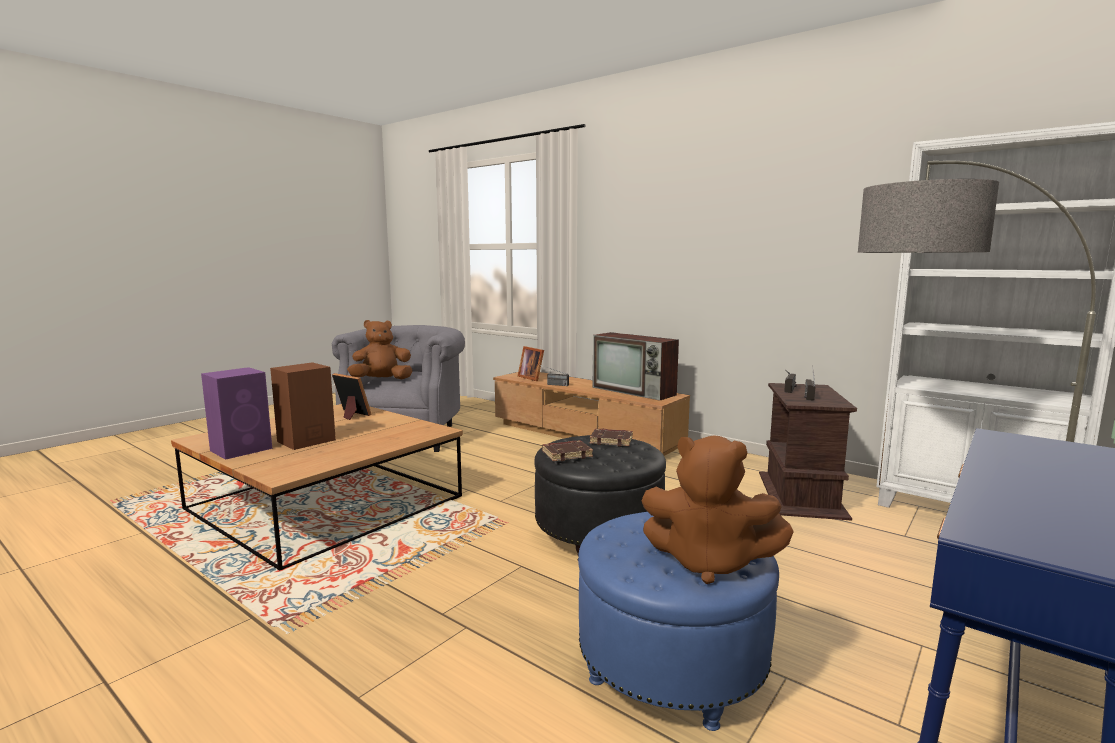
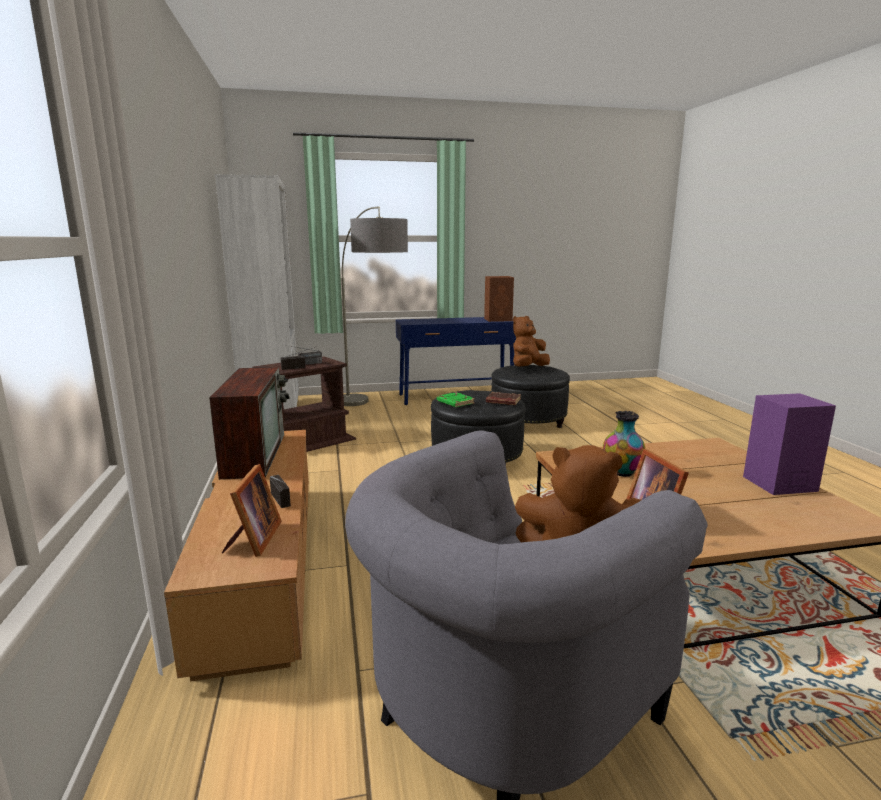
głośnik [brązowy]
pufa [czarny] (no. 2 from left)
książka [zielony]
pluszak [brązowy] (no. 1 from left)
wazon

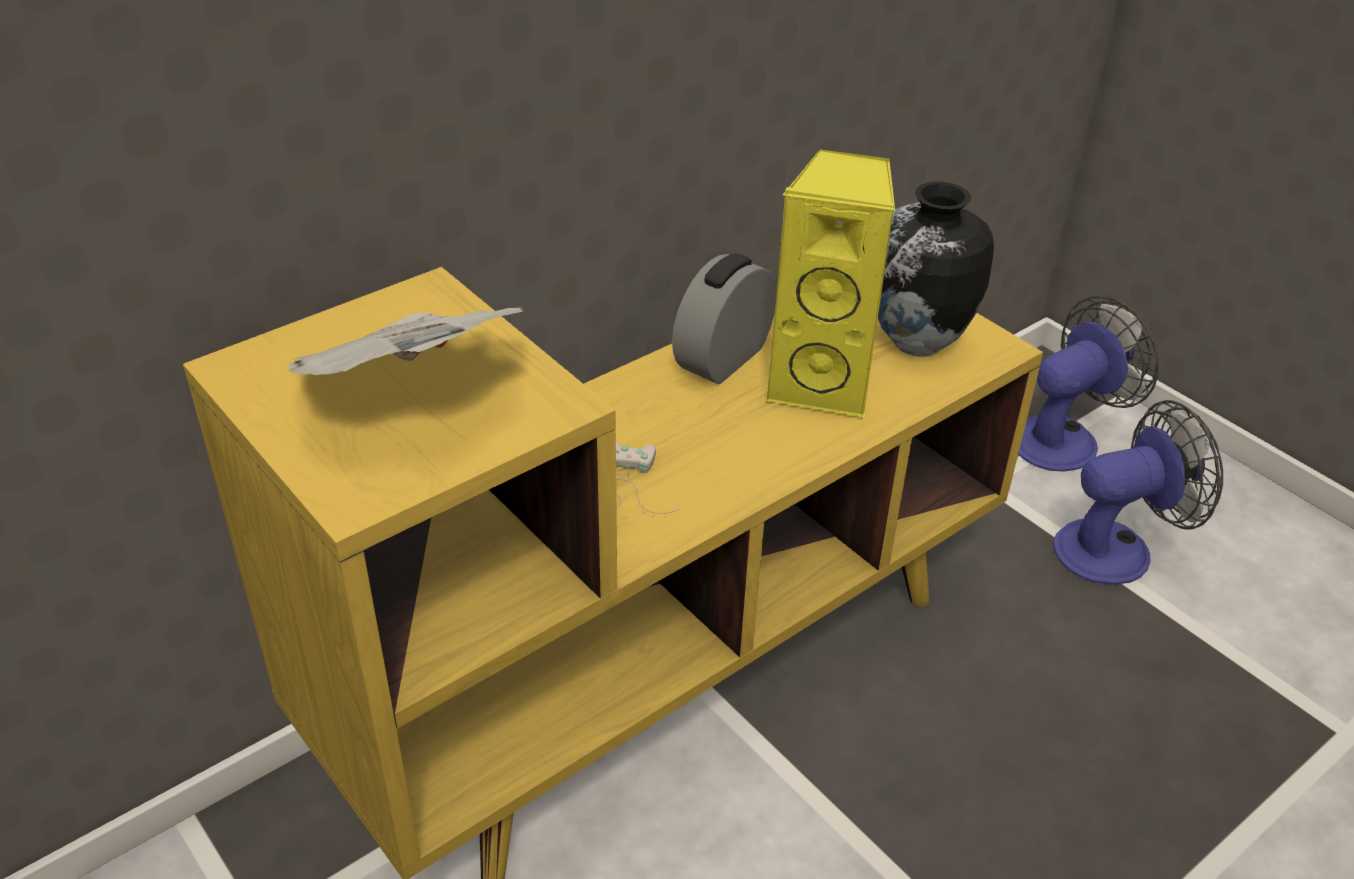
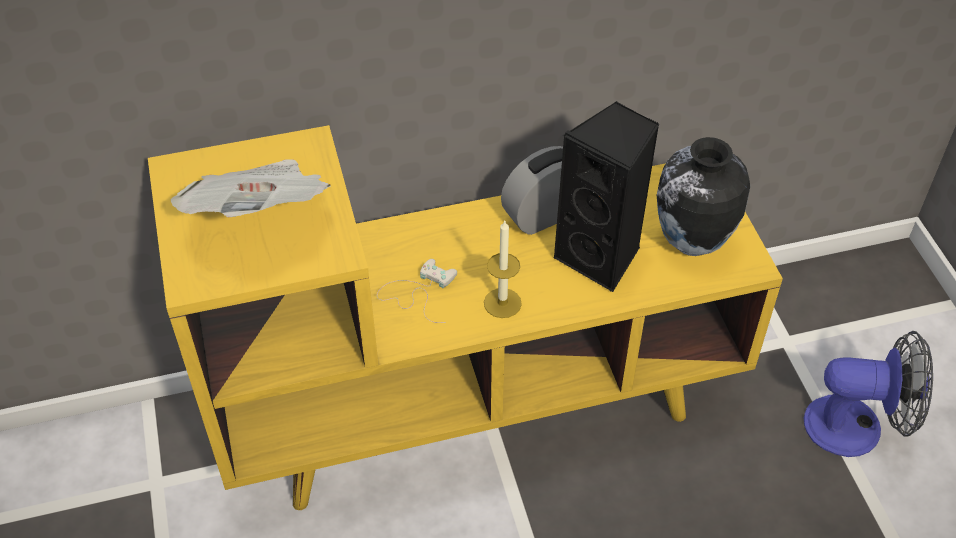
głośnik [czarny]
wentylator (no. 1 from left in the first image)
świeca

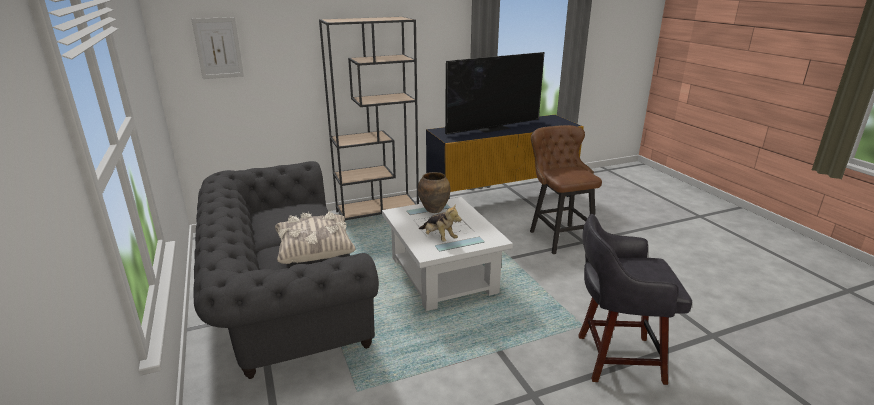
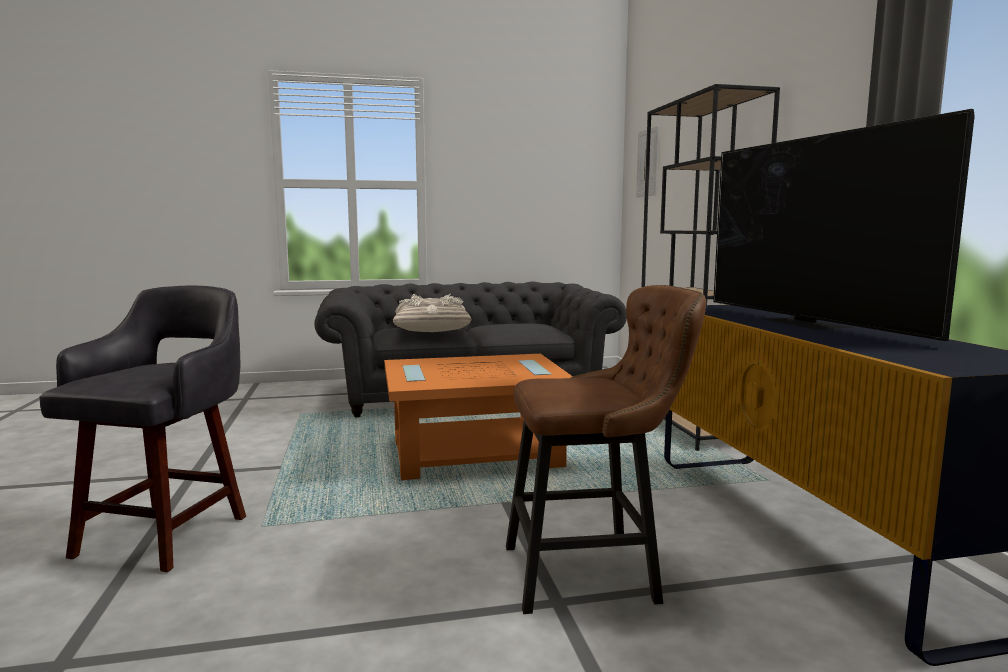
ława [pomarańczowy]
wazon [brązowy]
pluszak

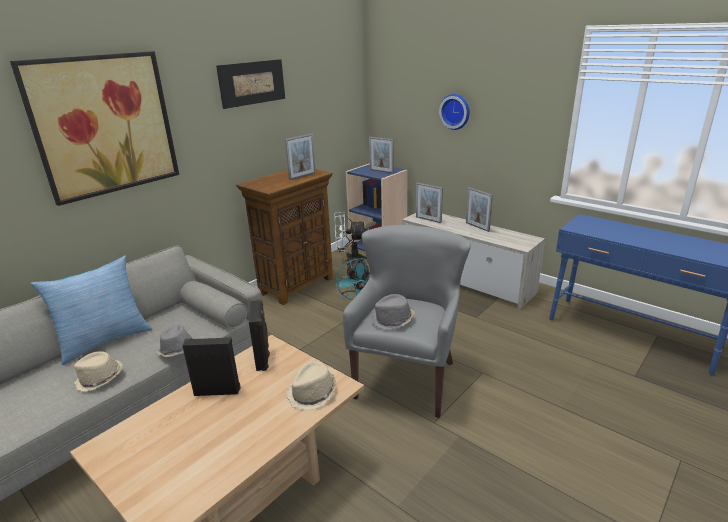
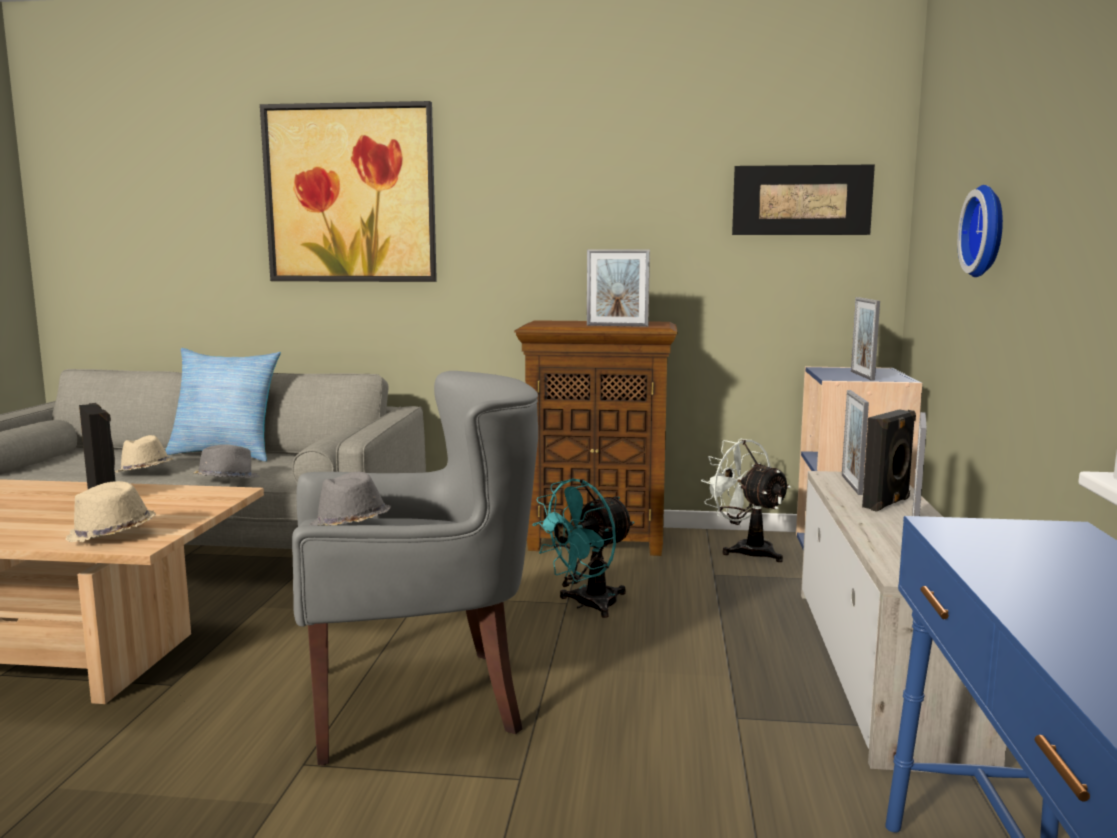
obraz (no. 2 from left)
głośnik [czarny] (no. 2 from left)

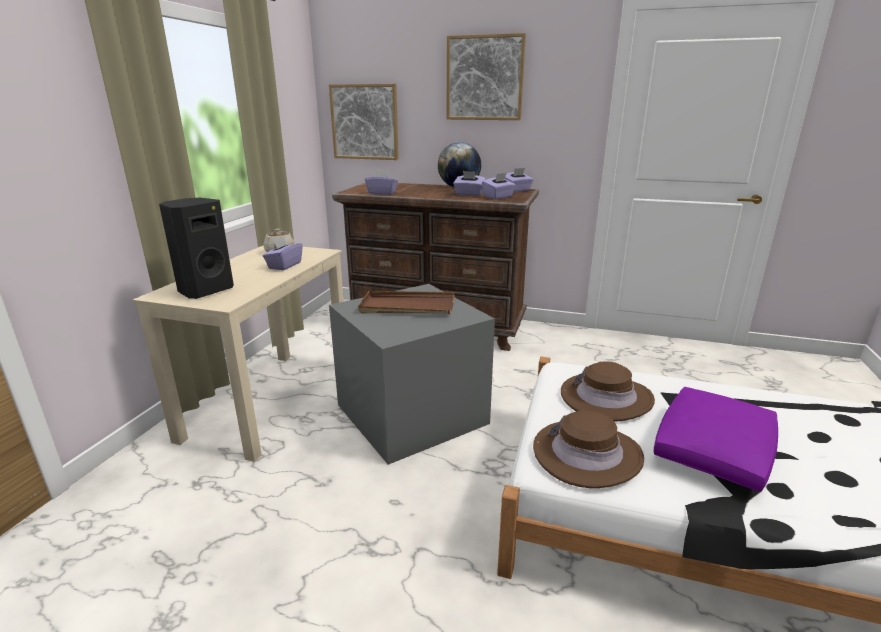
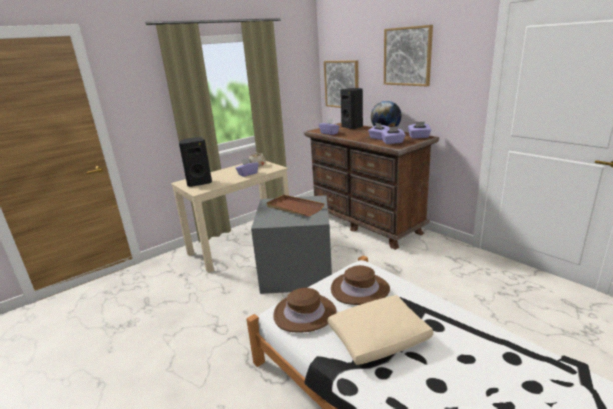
poduszka [beżowy]
głośnik [czarny] (no. 2 from left)

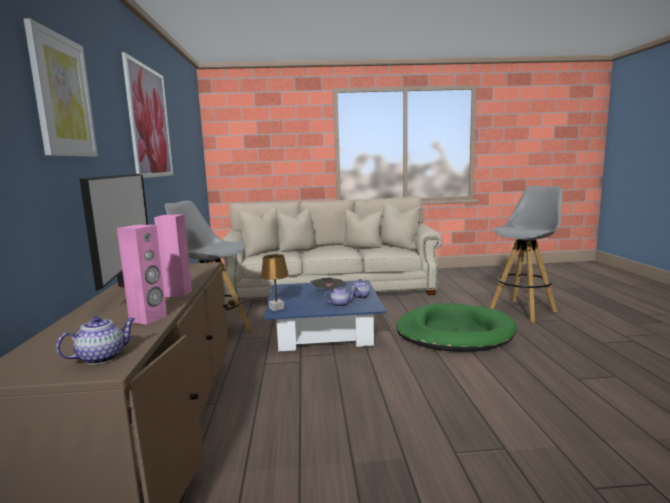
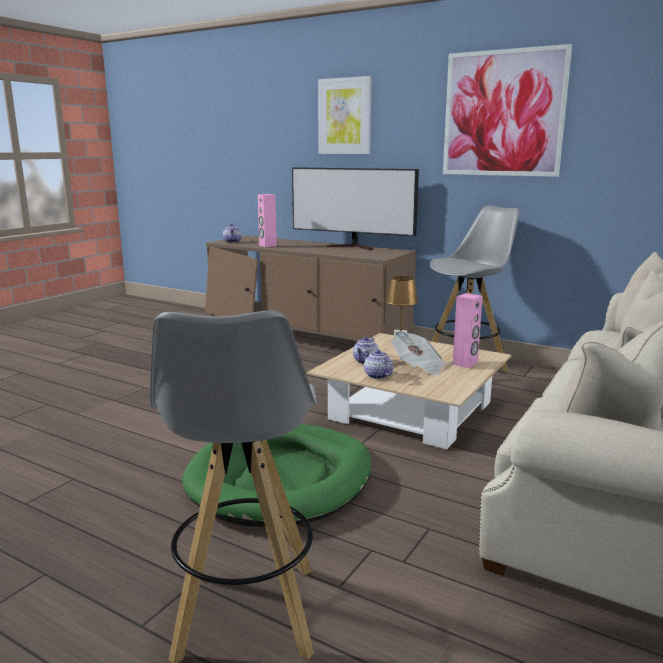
głośnik [różowy] (no. 2 from left)
ława [beżowy]

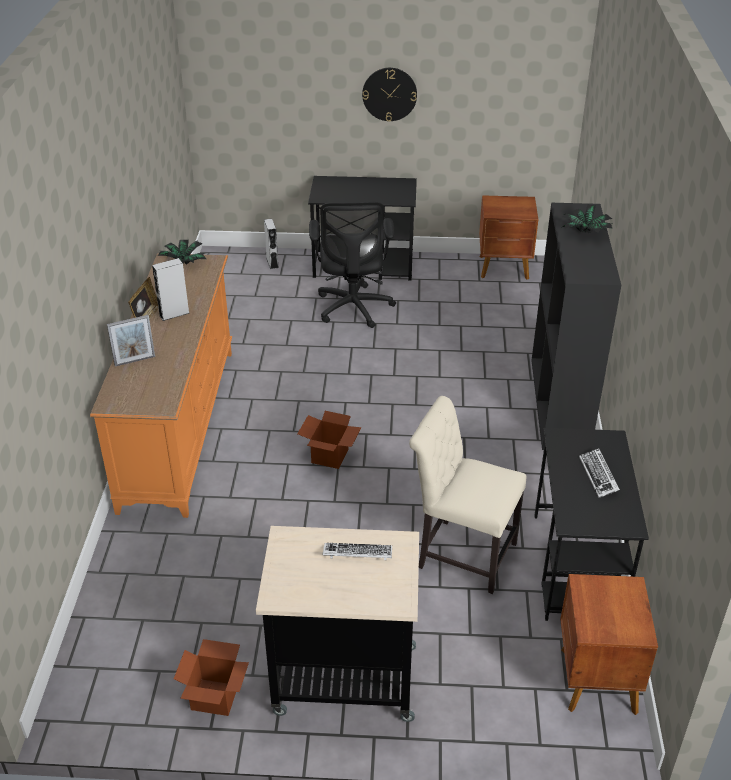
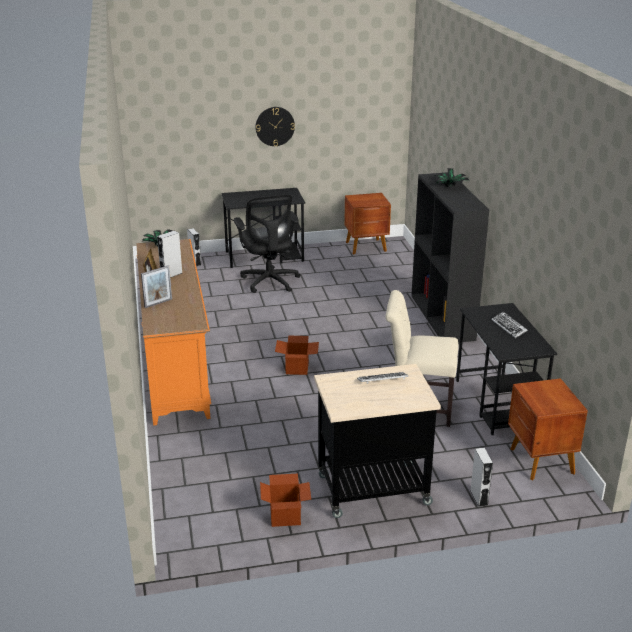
głośnik [szary] (no. 3 from left)

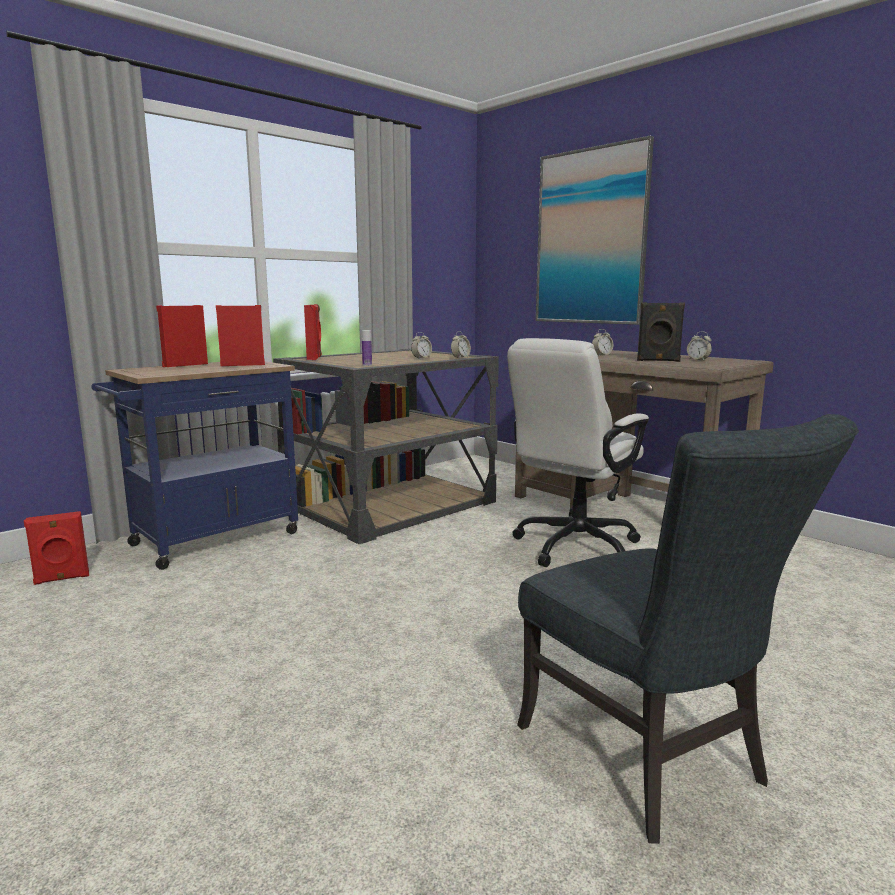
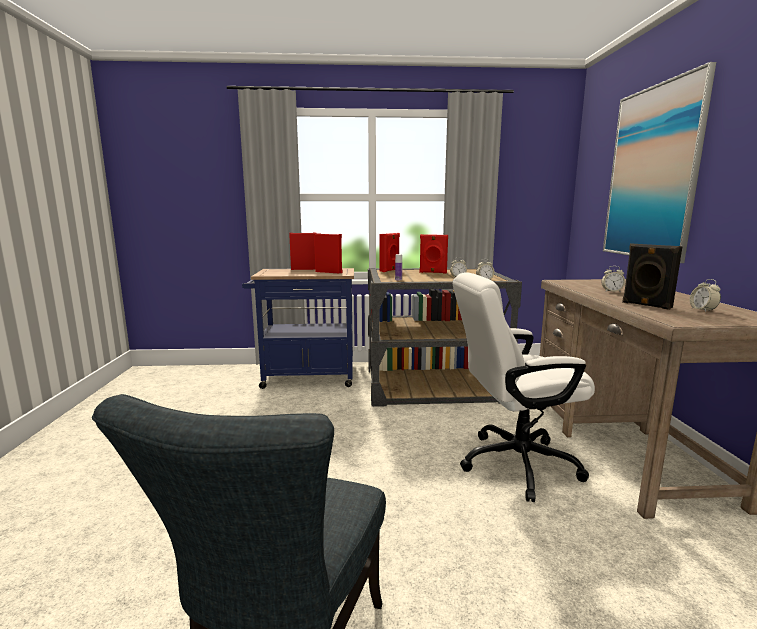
głośnik [czerwony] (no. 4 from left)

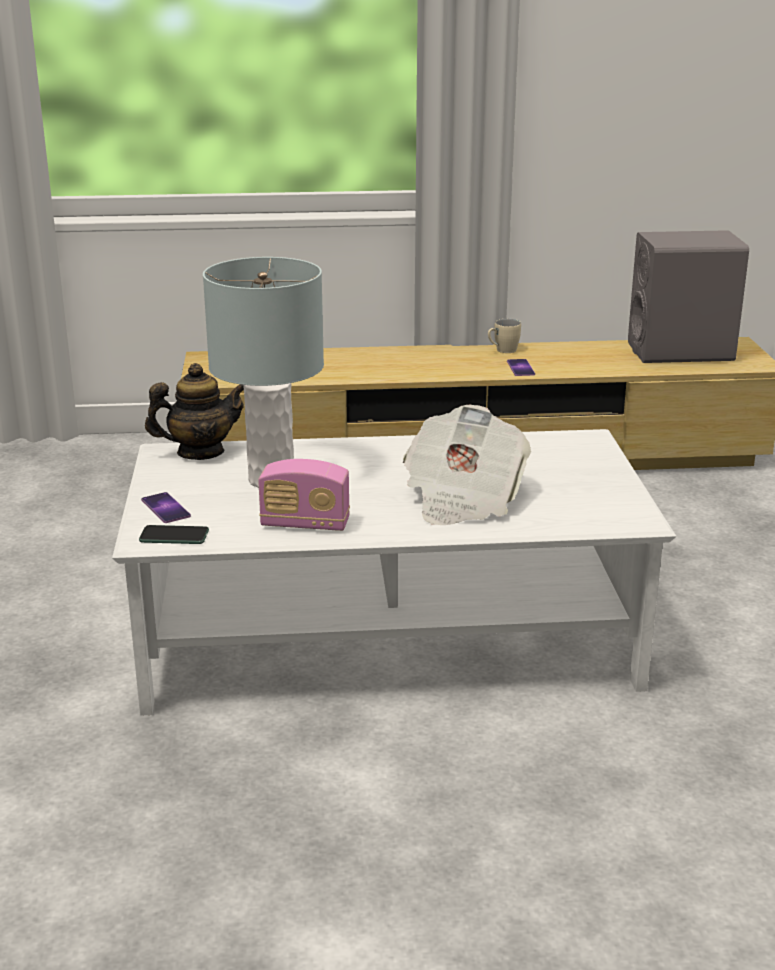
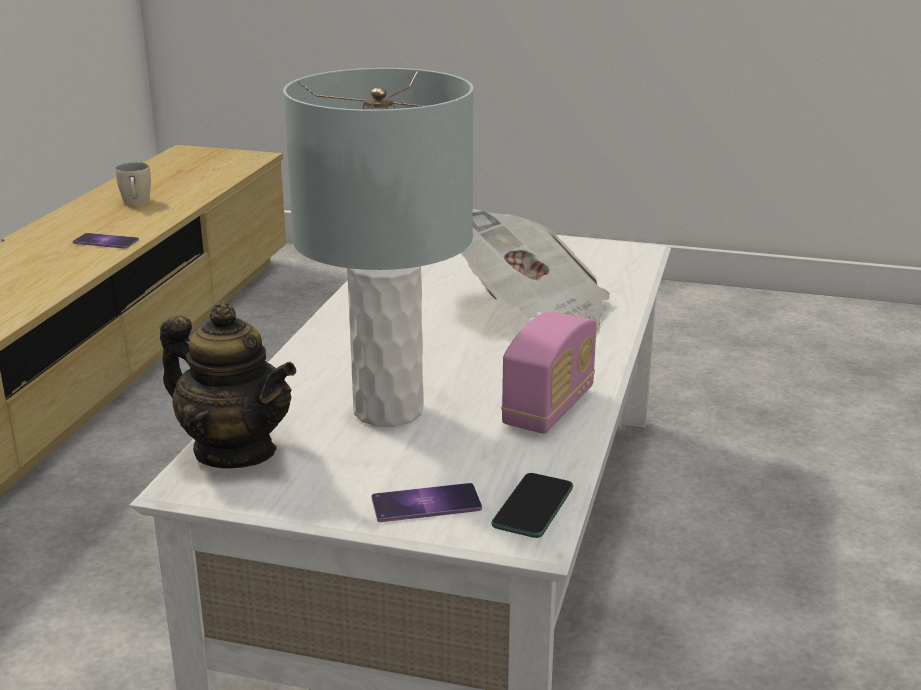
imbryk
kubek [beżowy]
głośnik [szary]

